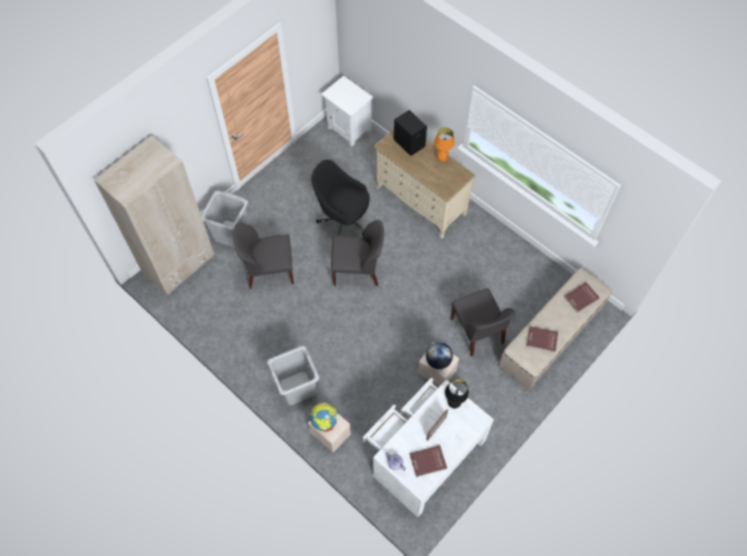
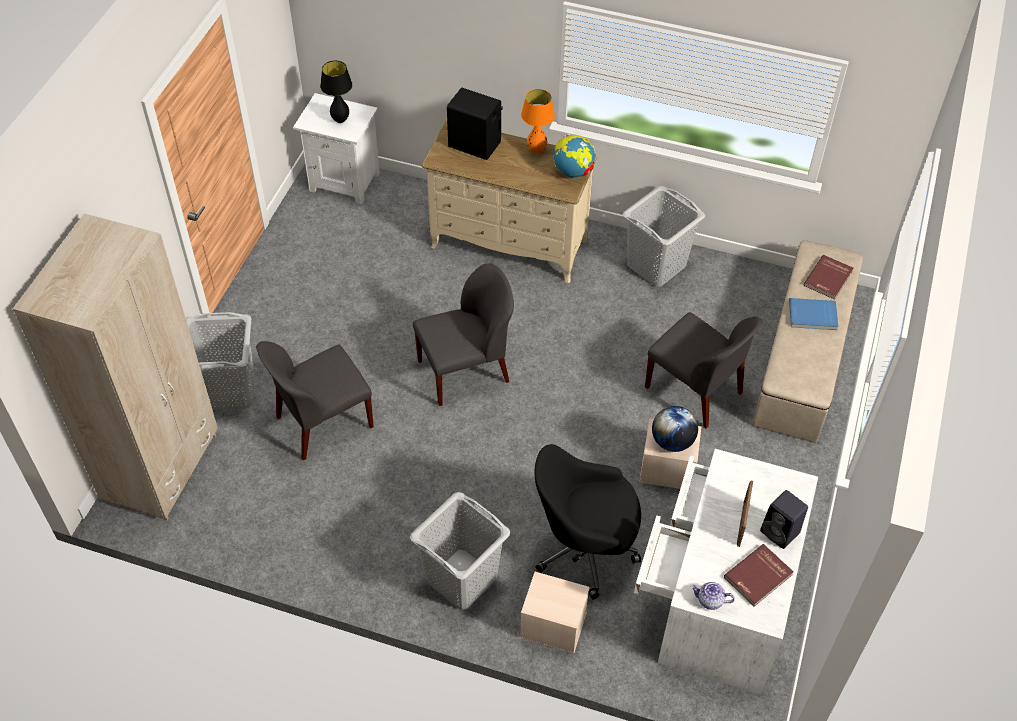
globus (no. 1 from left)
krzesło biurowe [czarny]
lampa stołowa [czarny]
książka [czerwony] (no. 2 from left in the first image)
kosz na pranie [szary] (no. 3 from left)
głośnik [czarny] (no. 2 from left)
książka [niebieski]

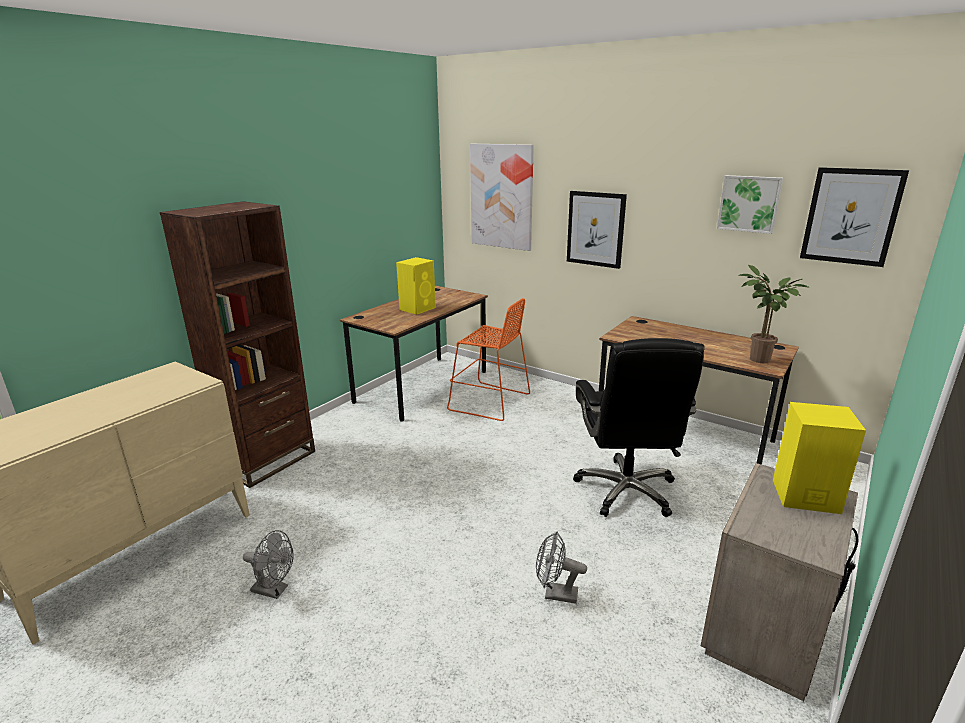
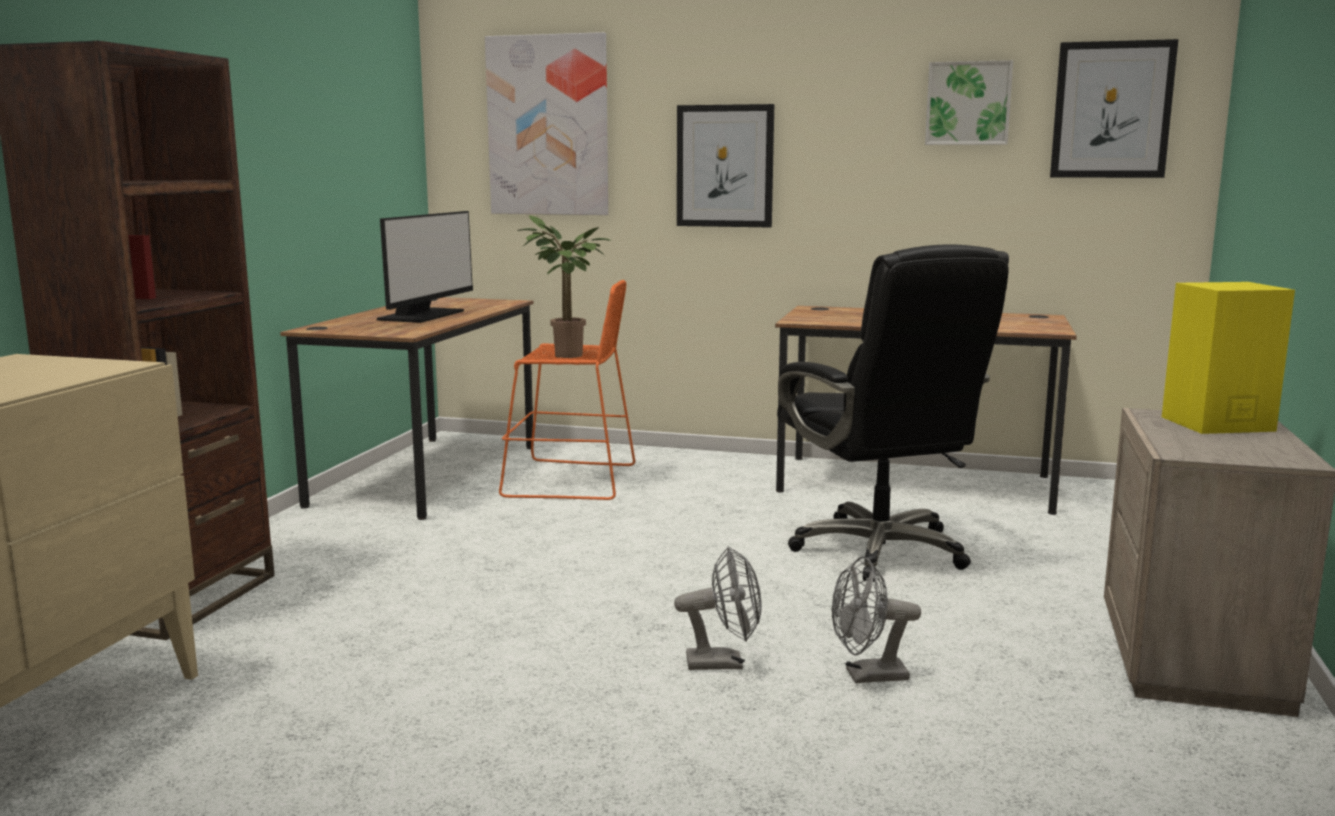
wentylator [szary] (no. 1 from left)
monitor
roślina doniczkowa

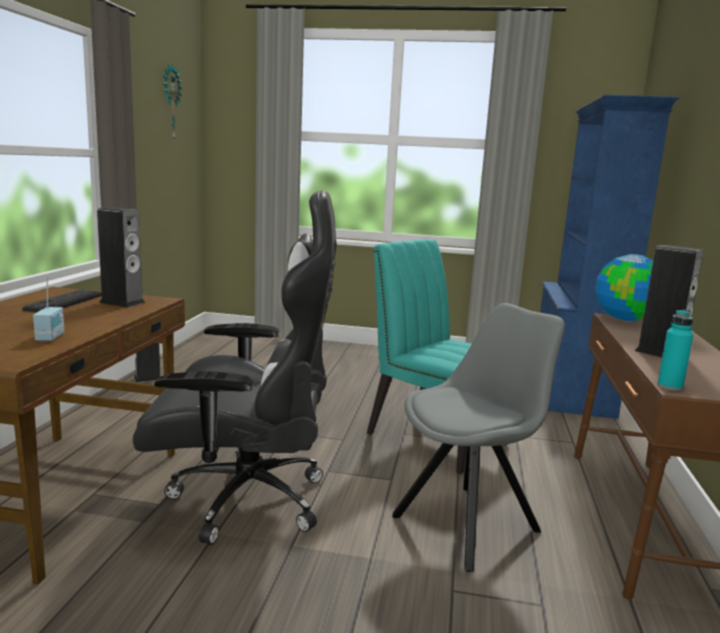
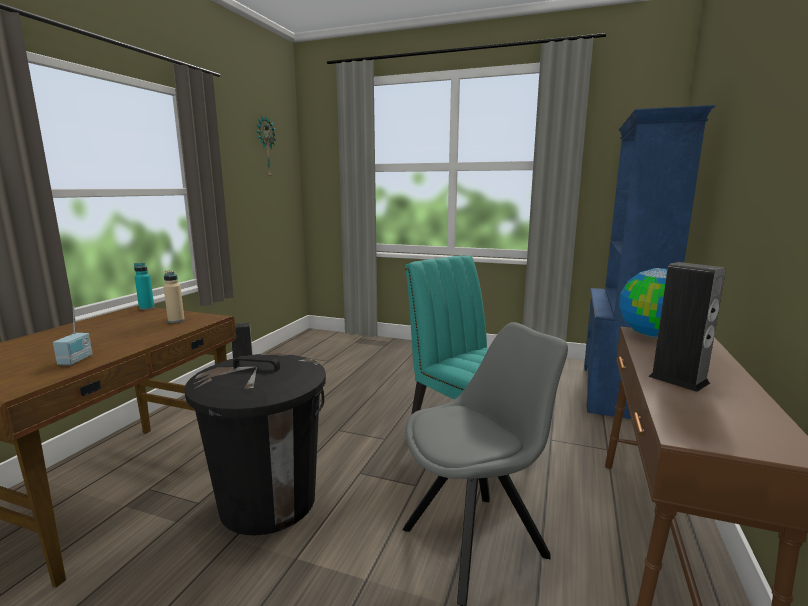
klawiatura
butelka [beżowy]
kosz na śmieci [czarny]
butelka [turkusowy]

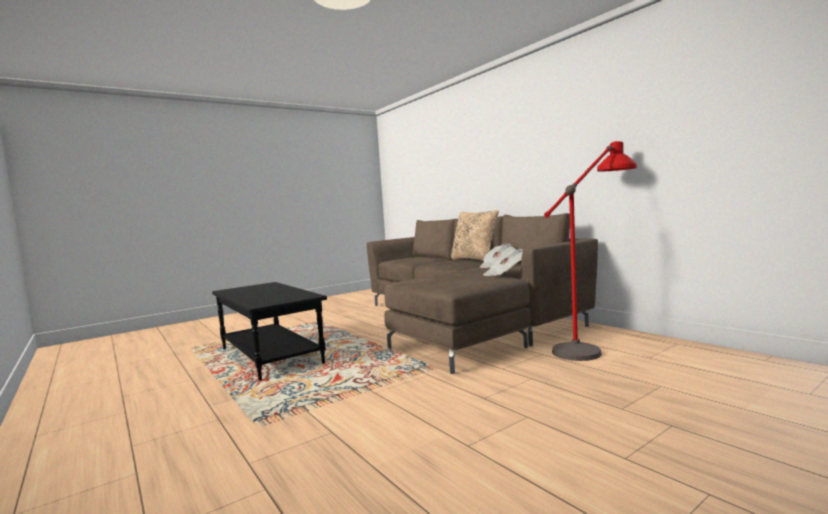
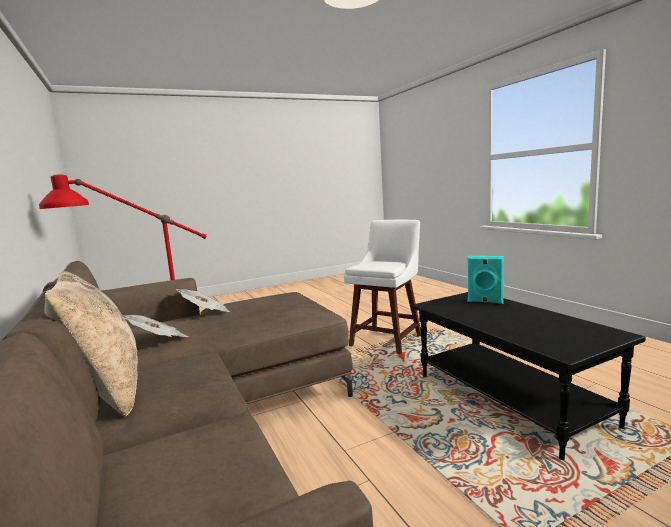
stołek [biały]
głośnik [turkusowy]

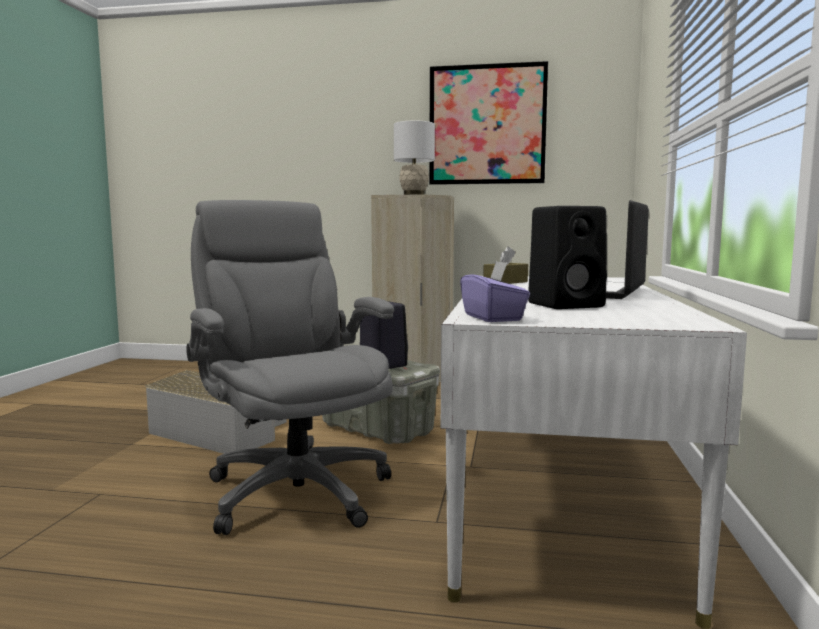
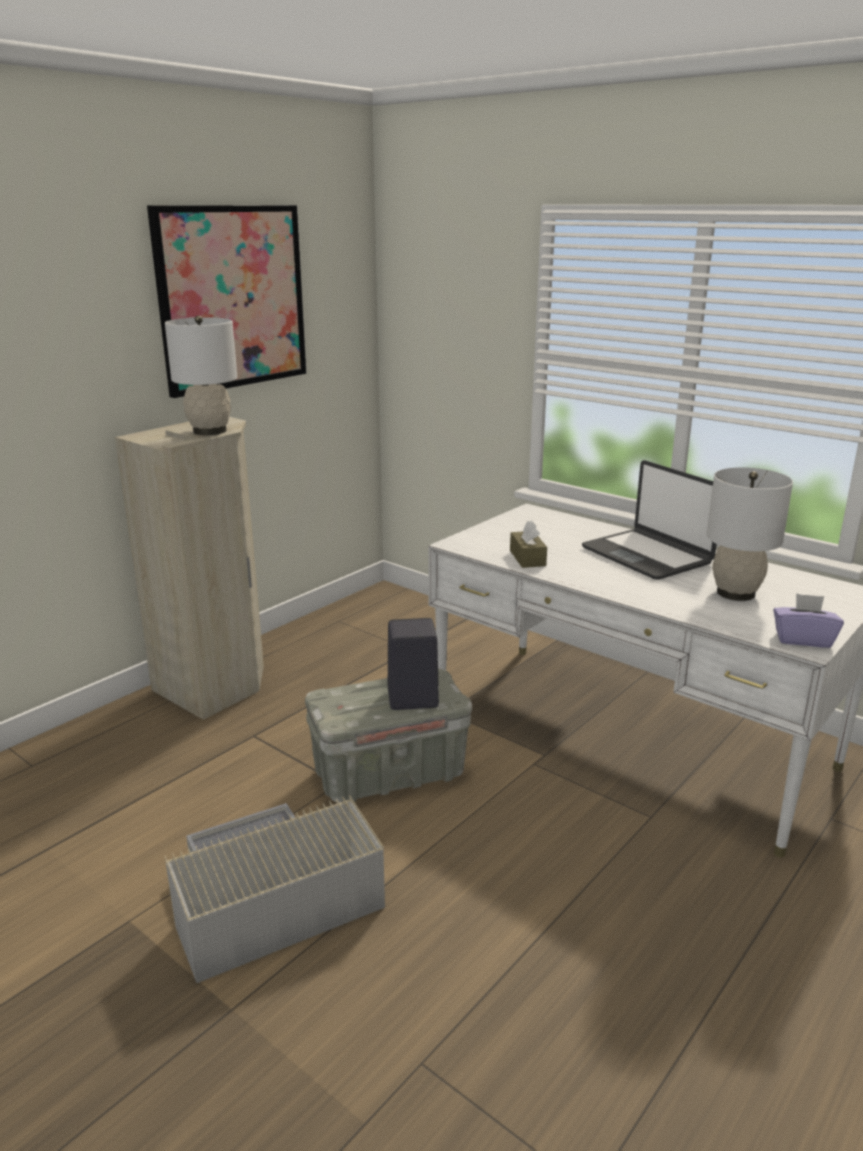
krzesło biurowe [szary]
lampa stołowa [biały] (no. 2 from left)

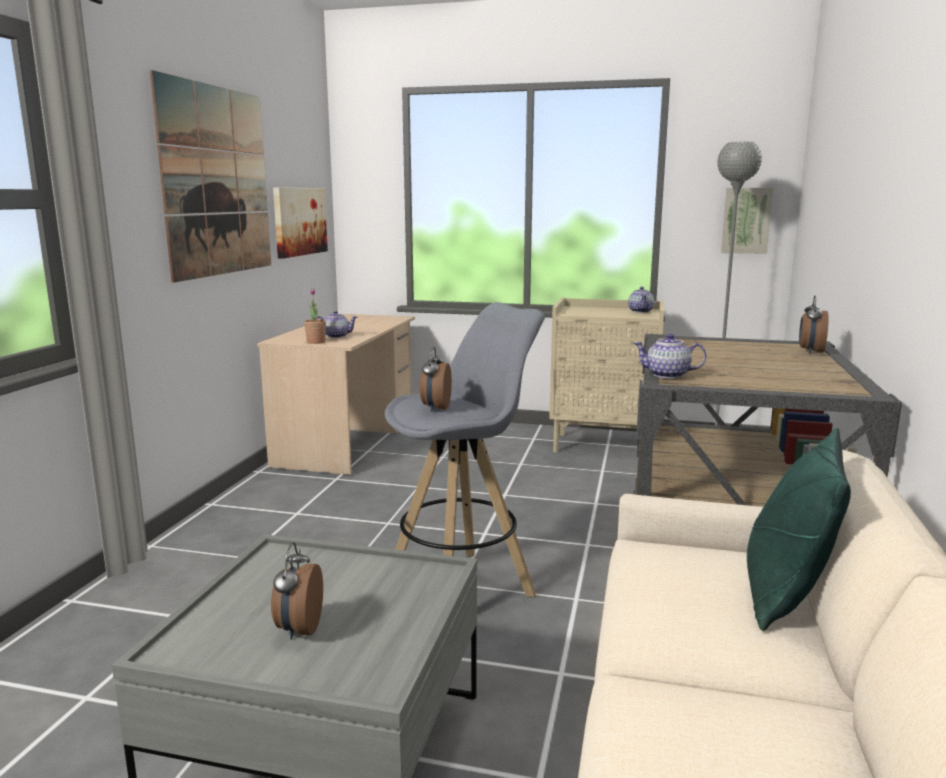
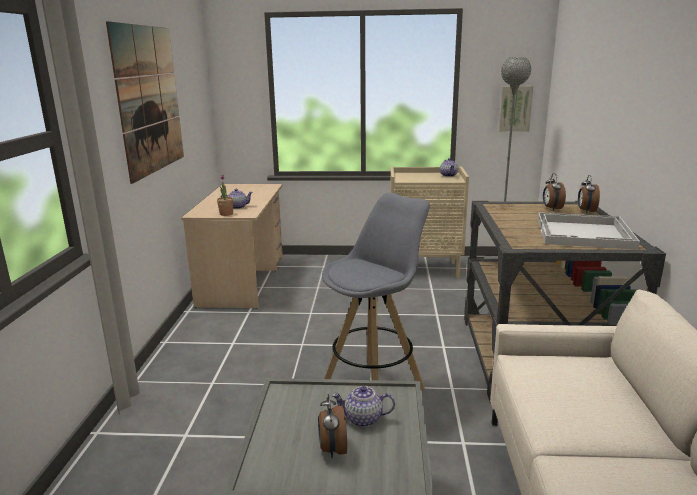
obraz (no. 2 from left in the first image)
budzik (no. 2 from left)
imbryk (no. 2 from left)
poduszka [zielony]
taca [biały]

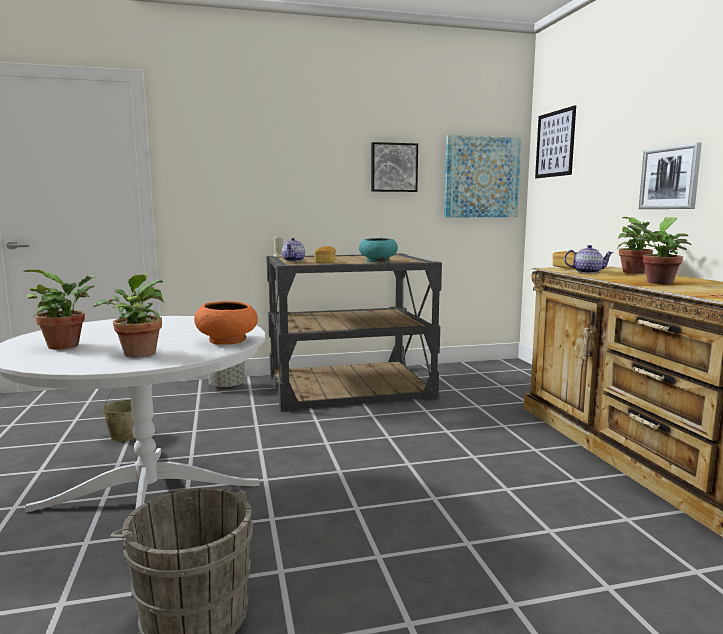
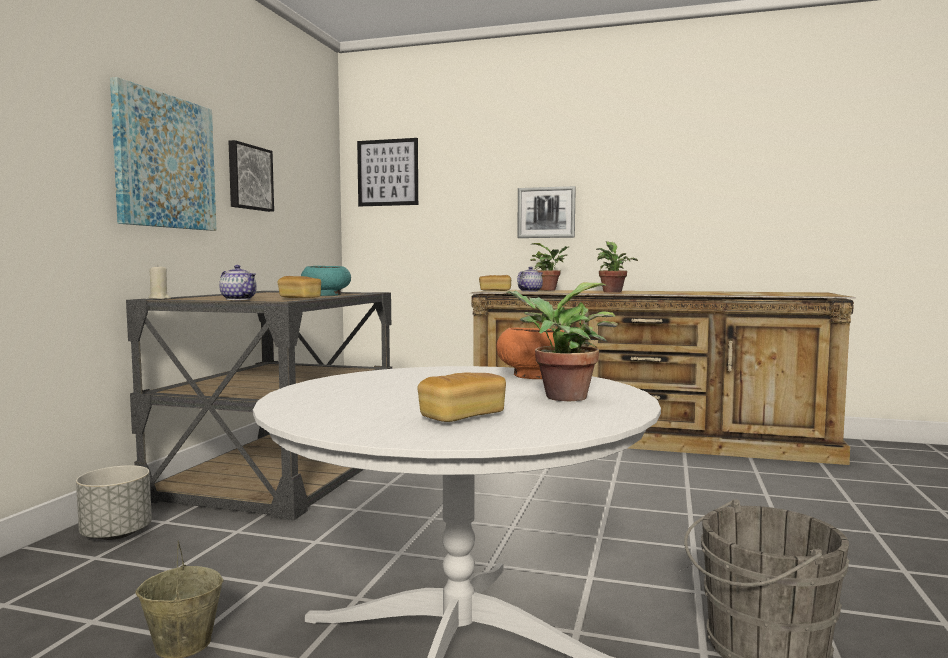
chleb (no. 2 from left)
obraz (no. 1 from left)

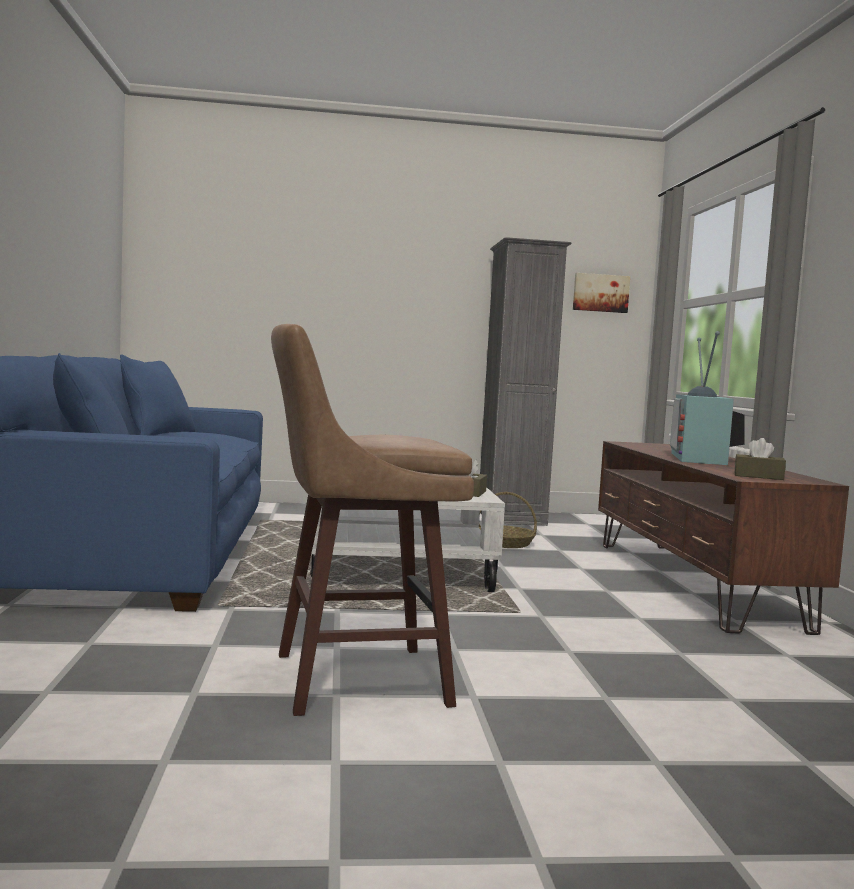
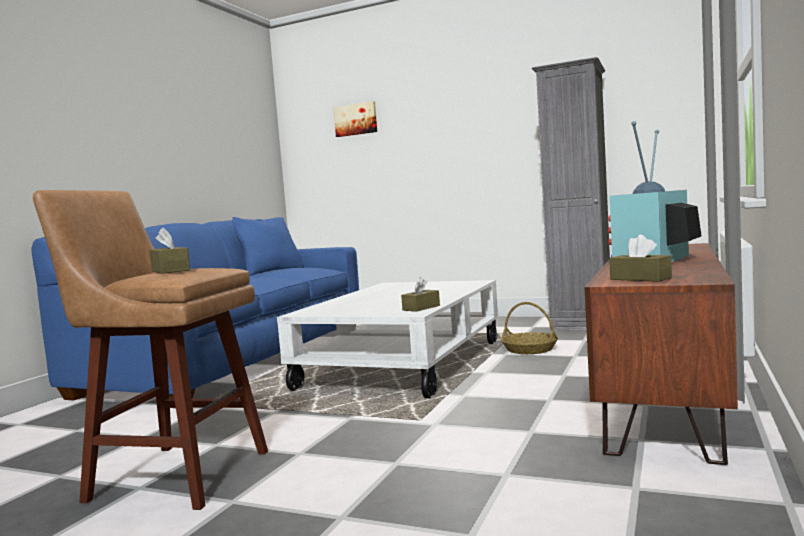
obraz
pudełko chusteczek [brązowy] (no. 1 from left)

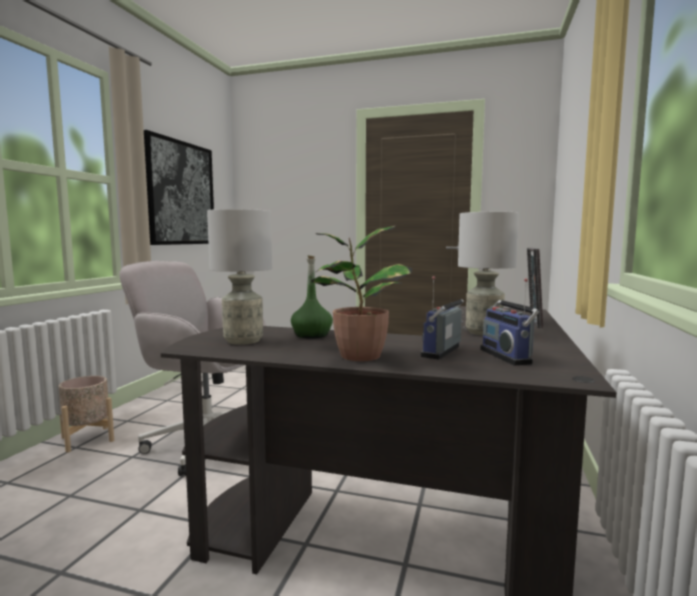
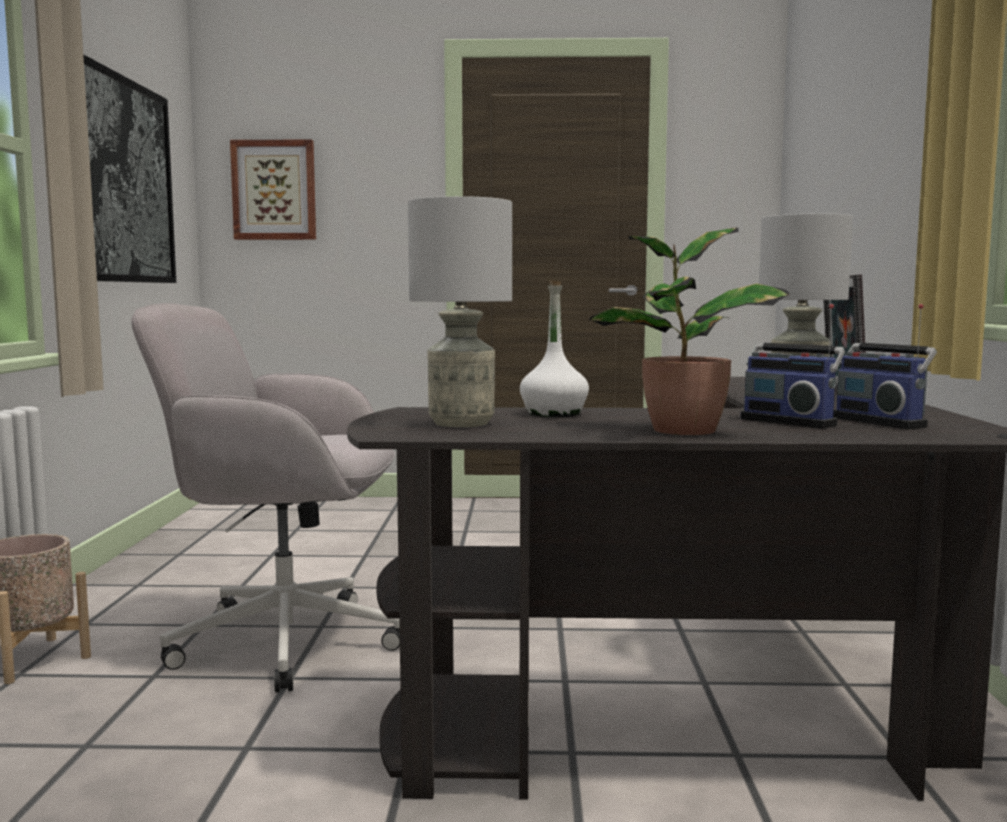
butelka [biały]
radio (no. 1 from left)
obraz (no. 2 from left)

